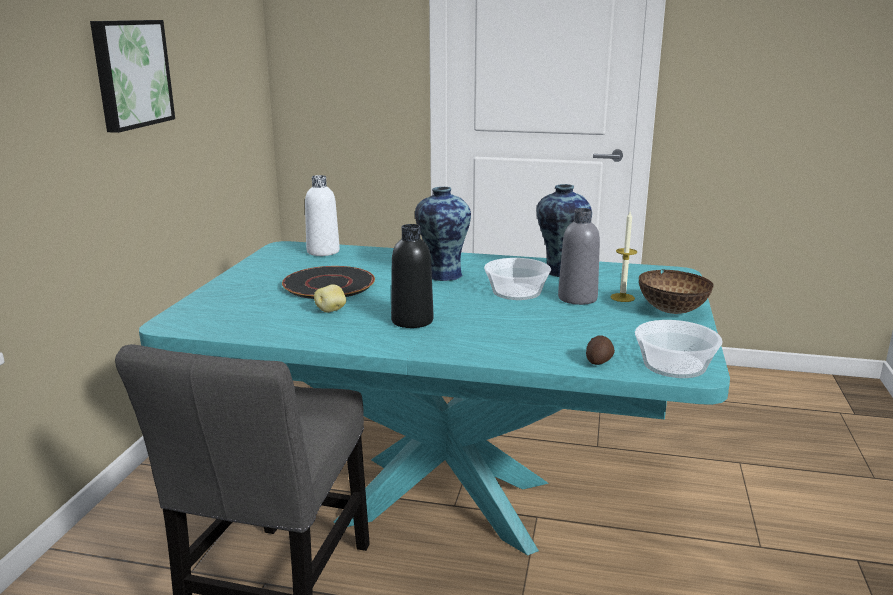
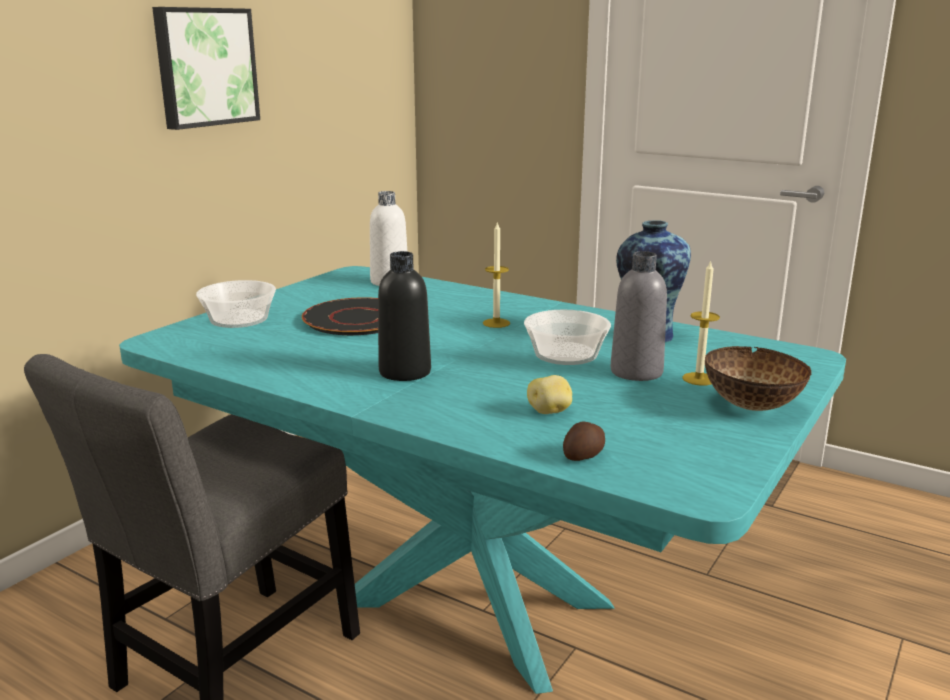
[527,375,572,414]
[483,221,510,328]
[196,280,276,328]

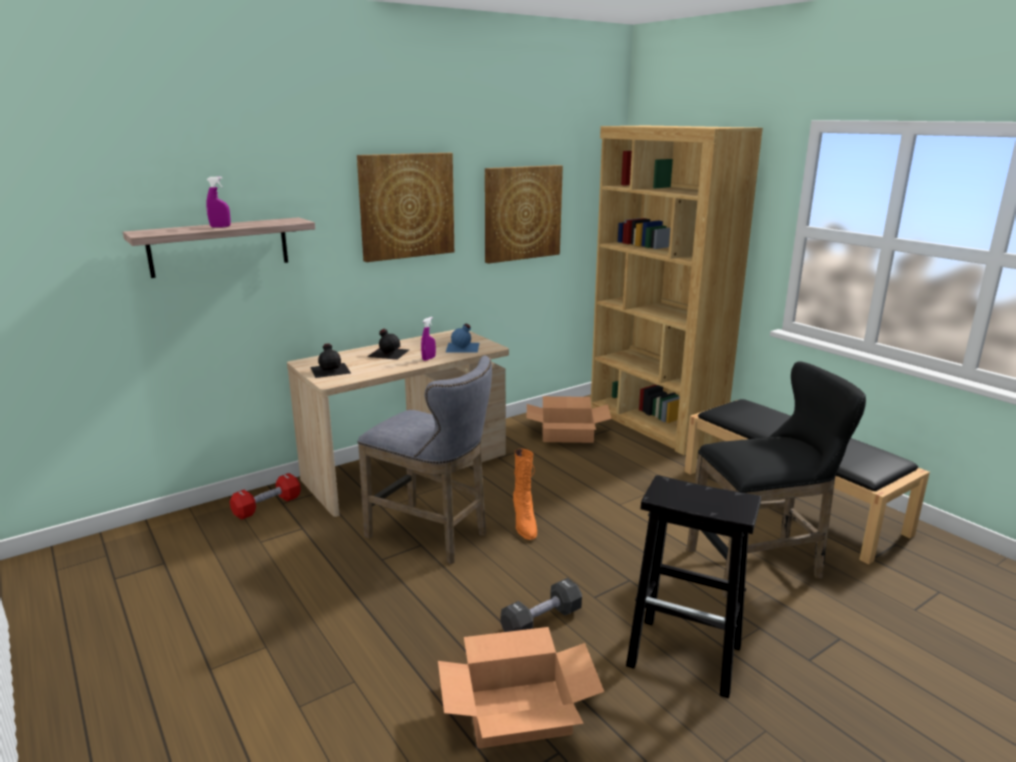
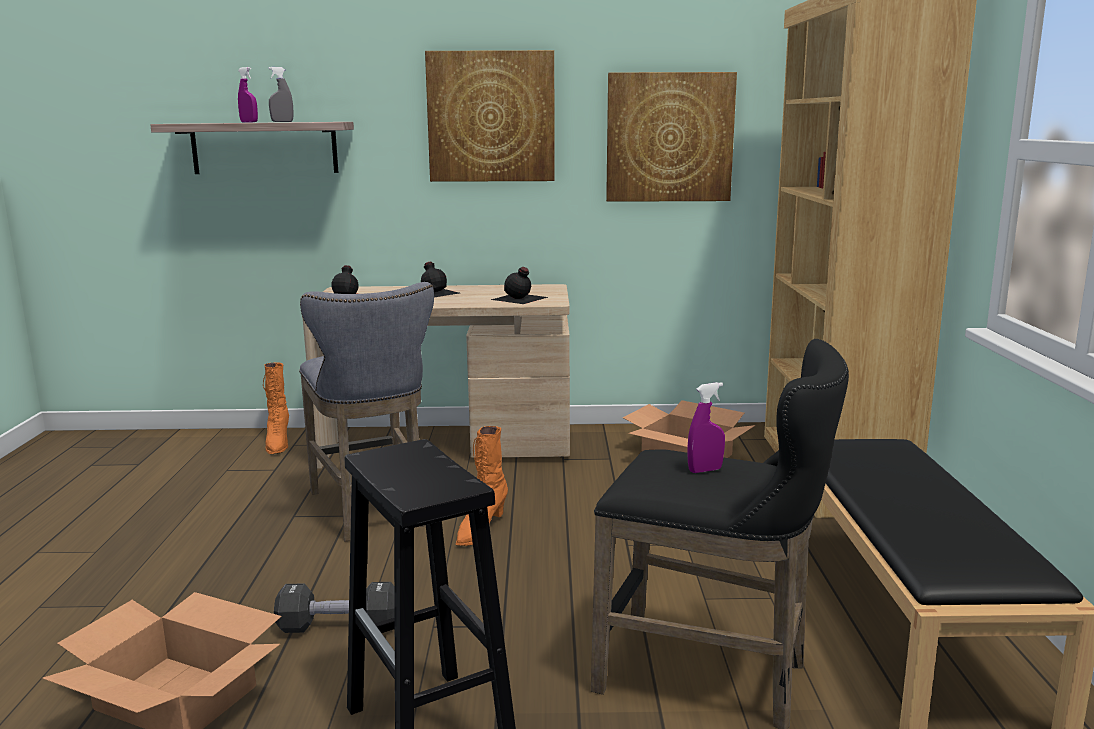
[263,363,289,454]
[688,382,725,473]
[491,267,548,304]
[269,67,294,122]

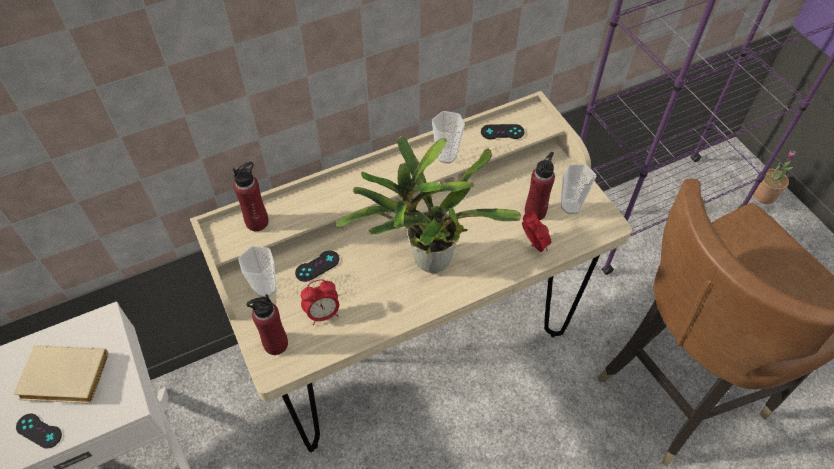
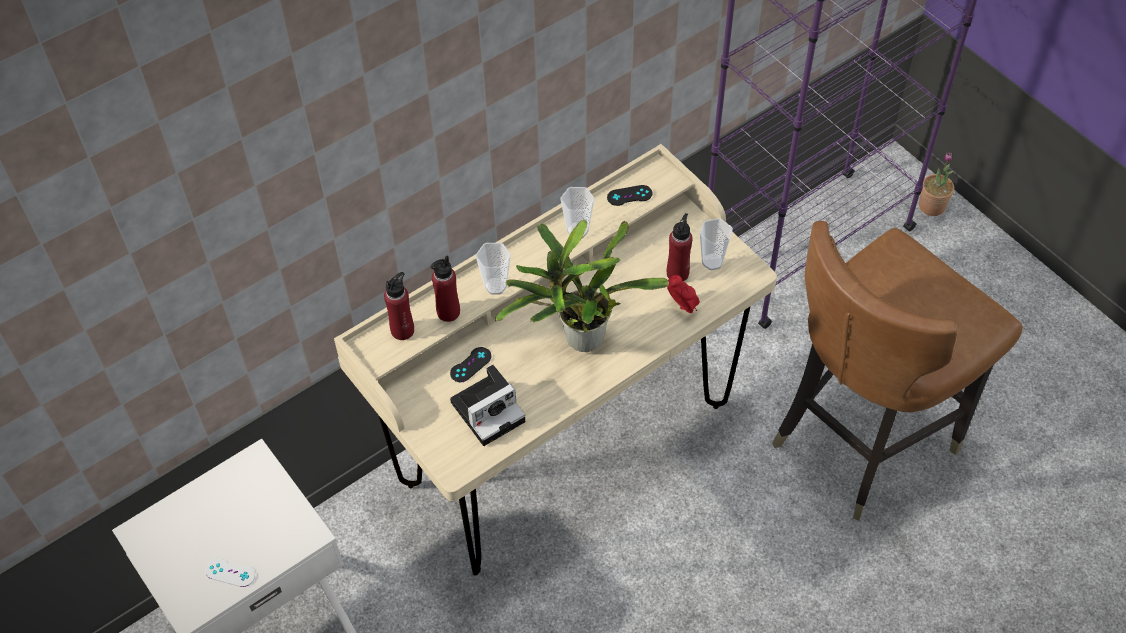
[13,345,109,404] (first image)
[205,559,255,587]
[476,243,511,295]
[430,256,460,322]
[450,365,525,446]

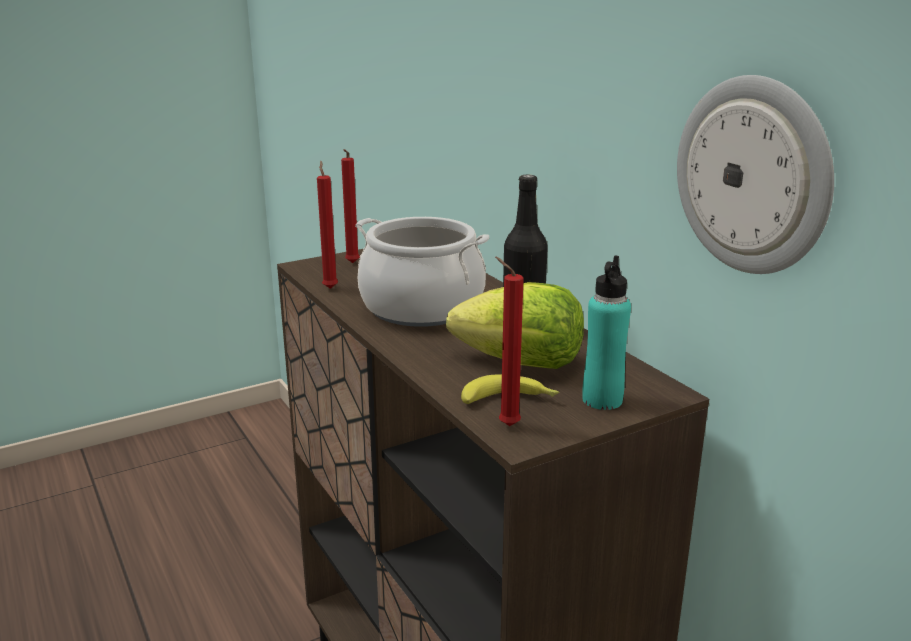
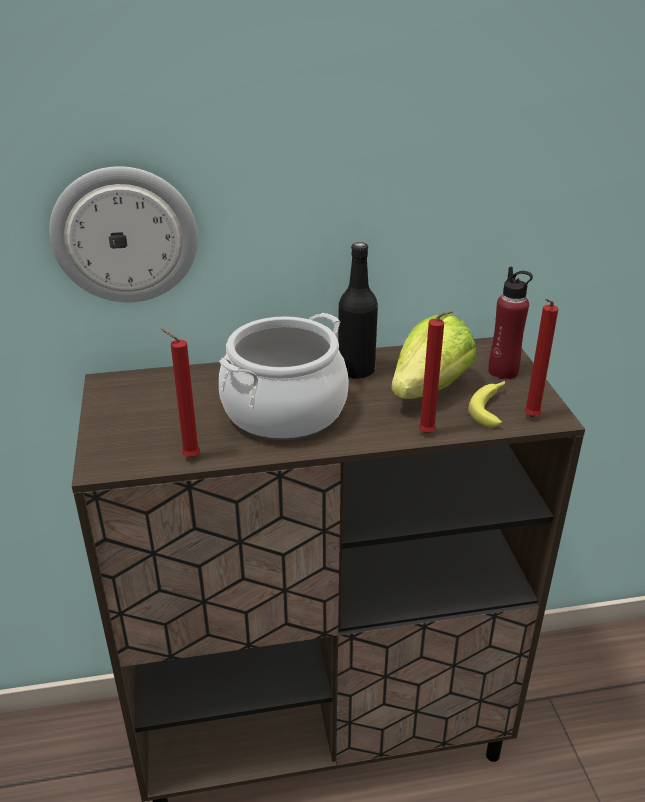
[419,311,453,433]
[488,266,533,379]
[49,166,198,302]

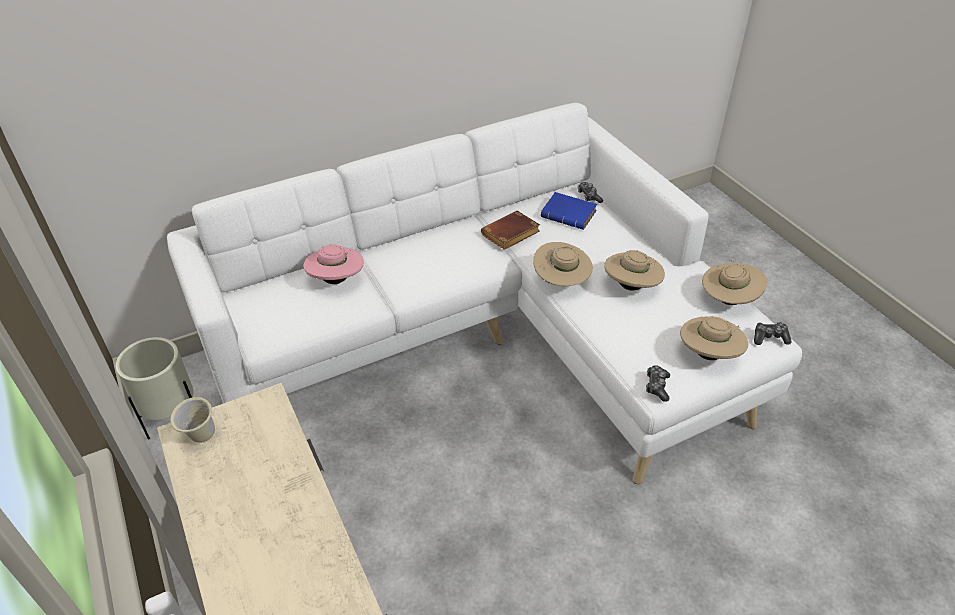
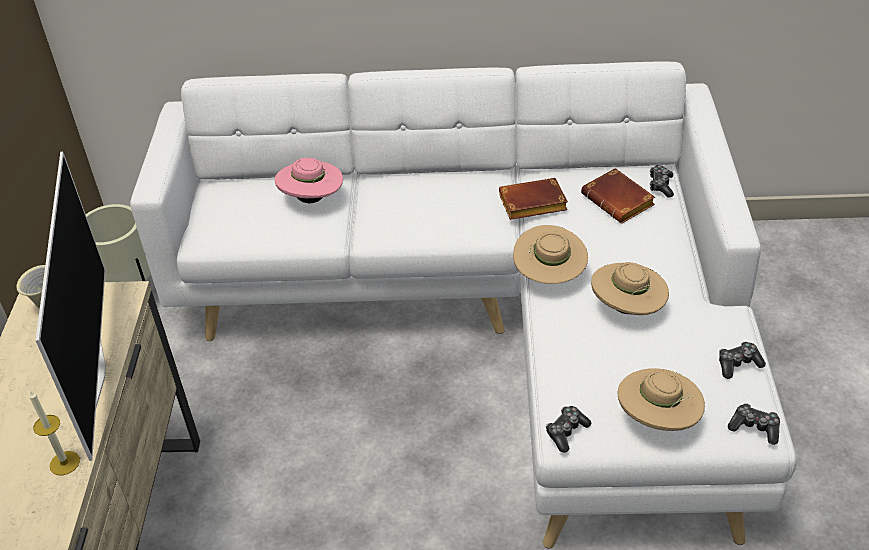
[581,168,655,224]
[719,341,766,379]
[29,391,80,475]
[35,151,106,461]

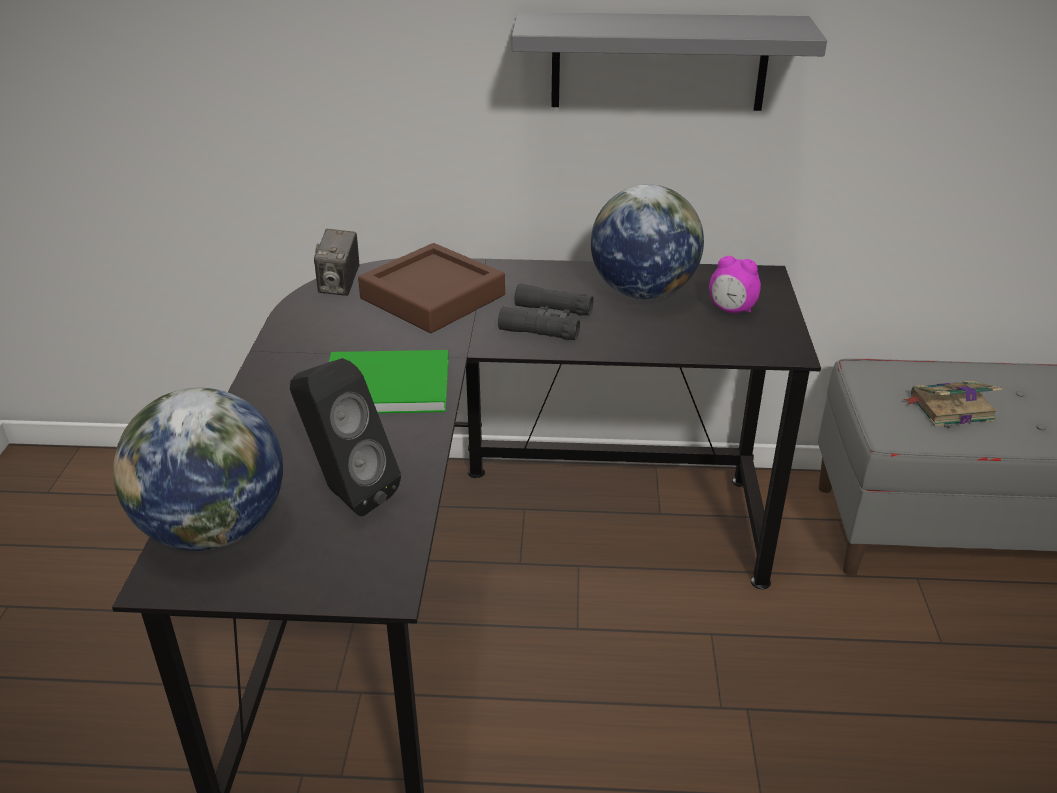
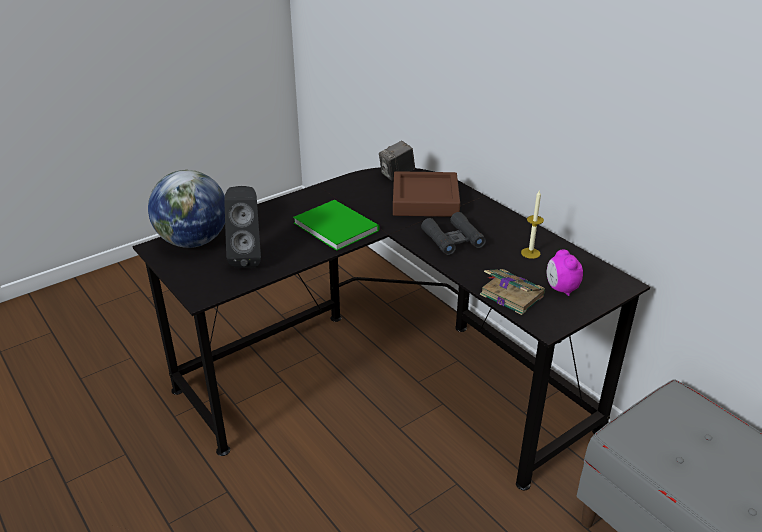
[512,12,827,111] (first image)
[521,189,544,259]
[480,269,545,315]

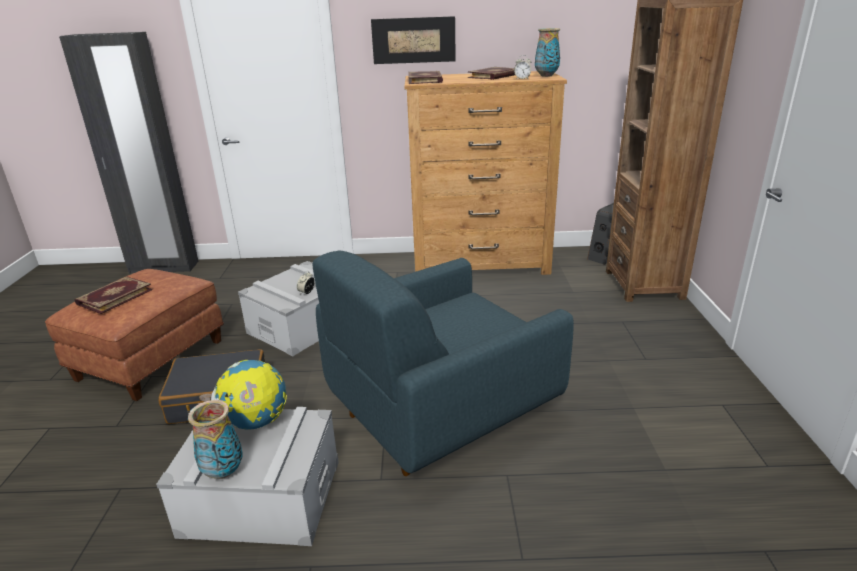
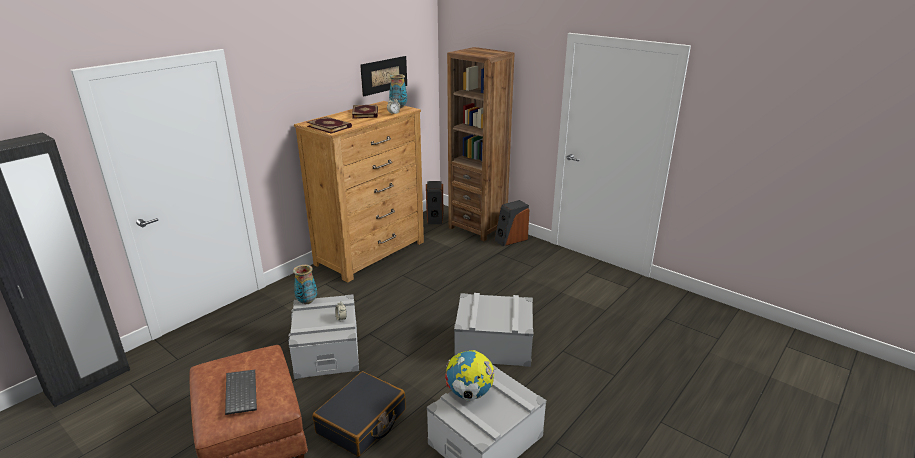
[225,370,257,415]
[293,265,317,304]
[454,293,533,367]
[360,56,407,96]
[494,200,529,246]

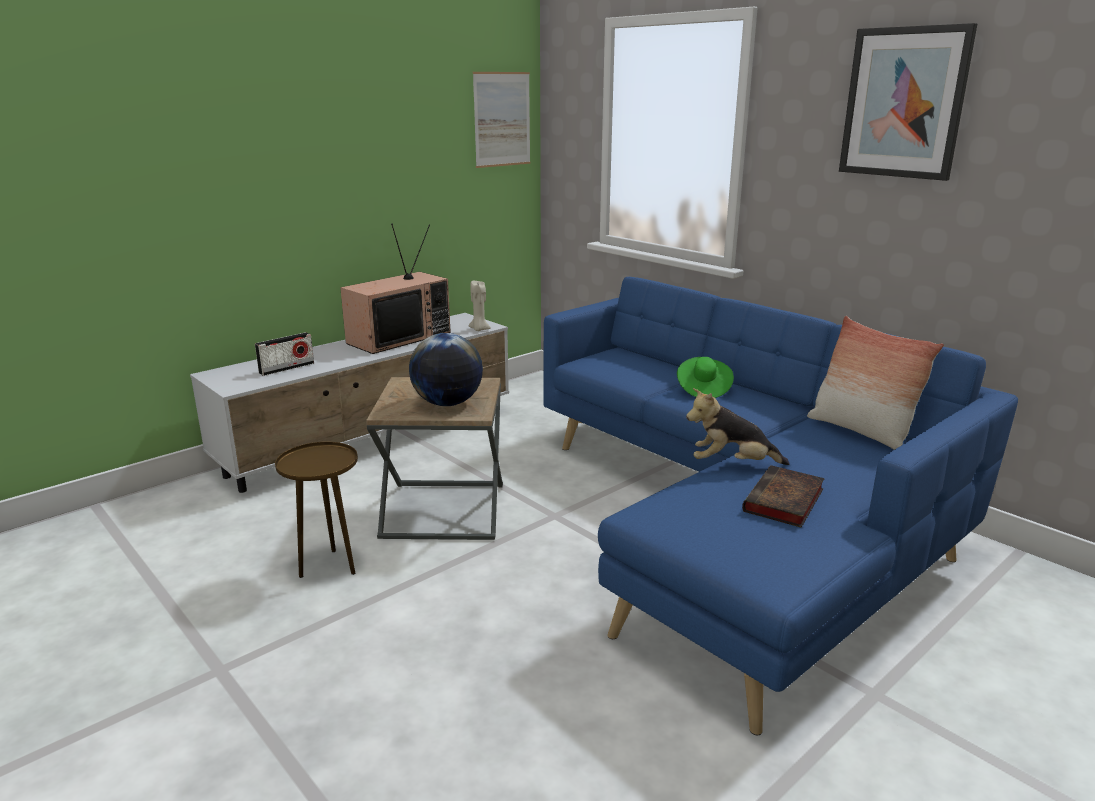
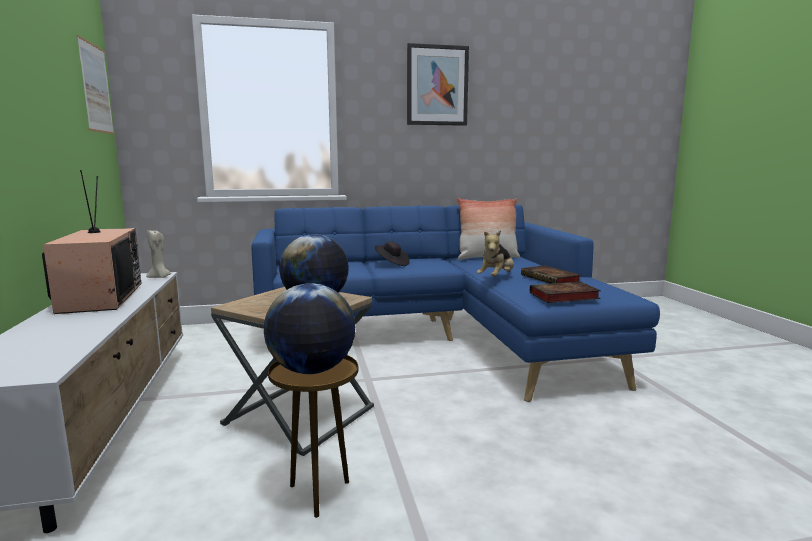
[255,332,314,376] (first image)
[375,241,410,266]
[264,283,355,374]
[530,282,601,303]

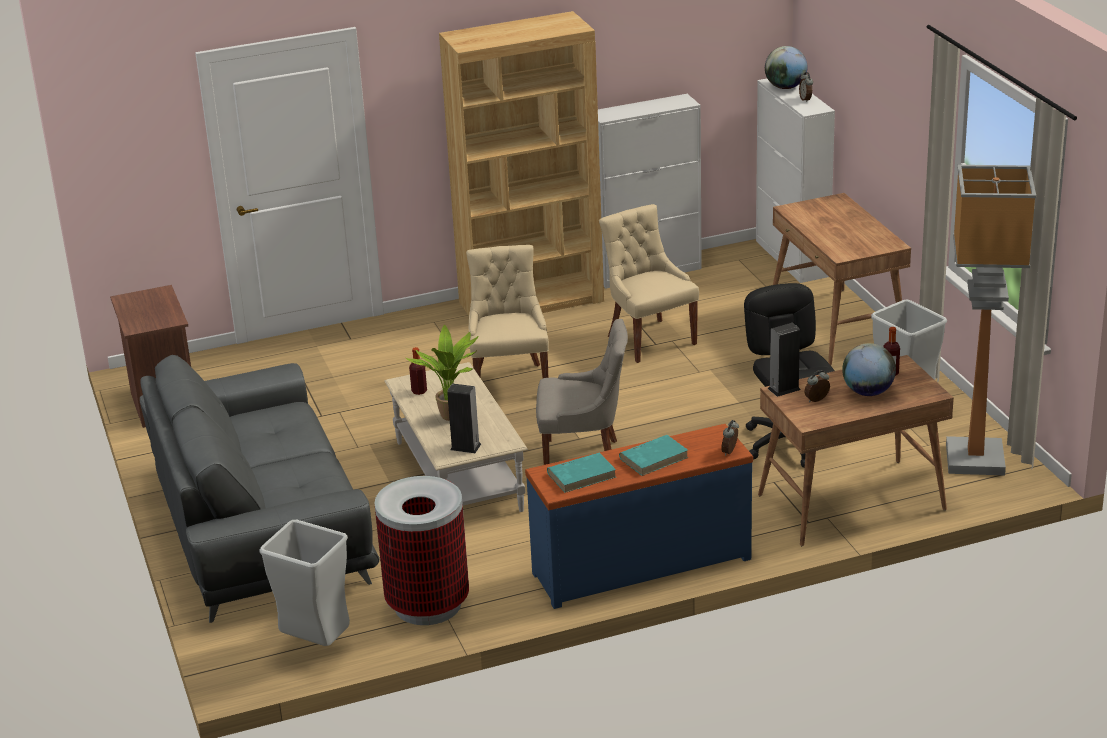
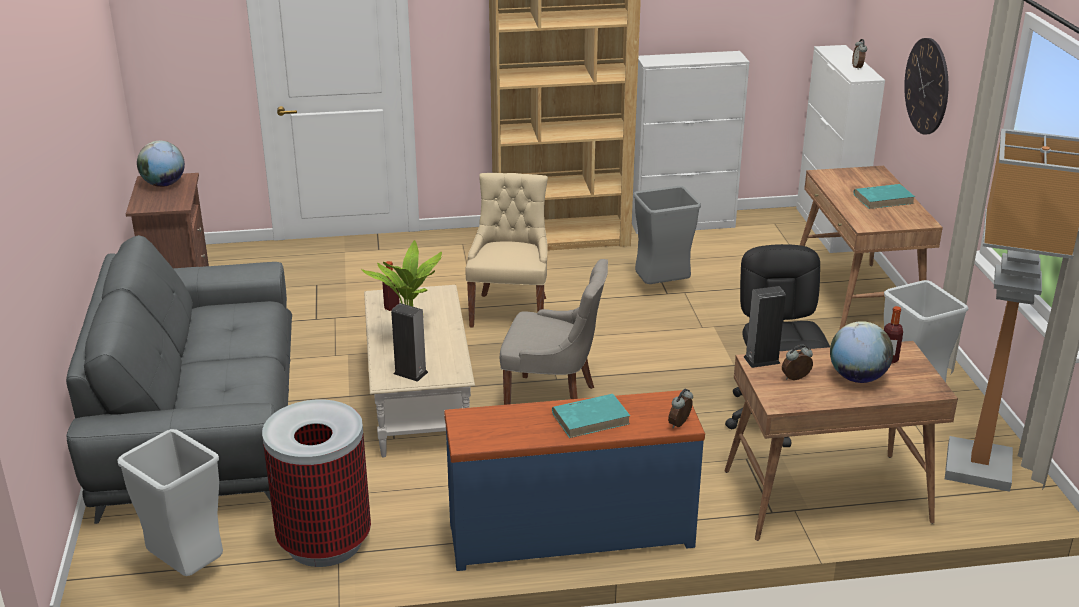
[854,184,915,209]
[633,186,701,284]
[137,141,185,187]
[904,38,948,134]

